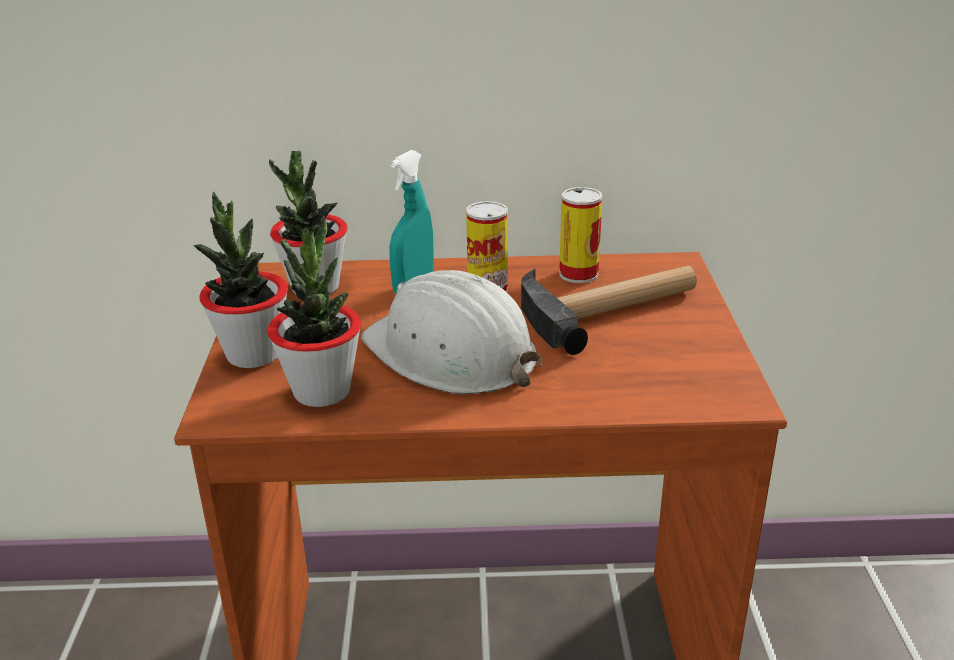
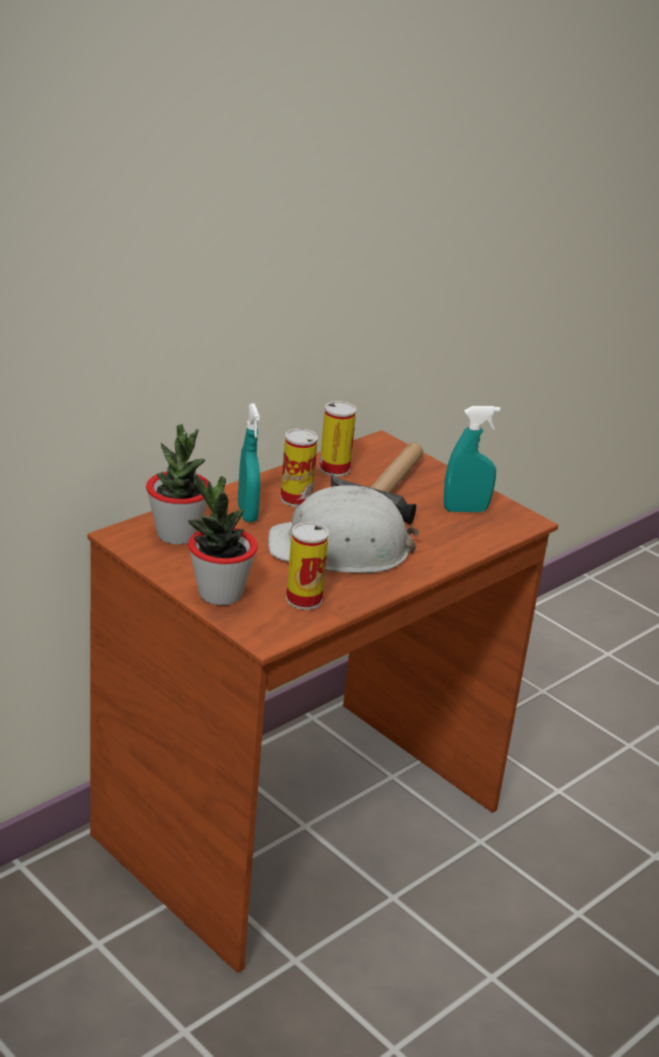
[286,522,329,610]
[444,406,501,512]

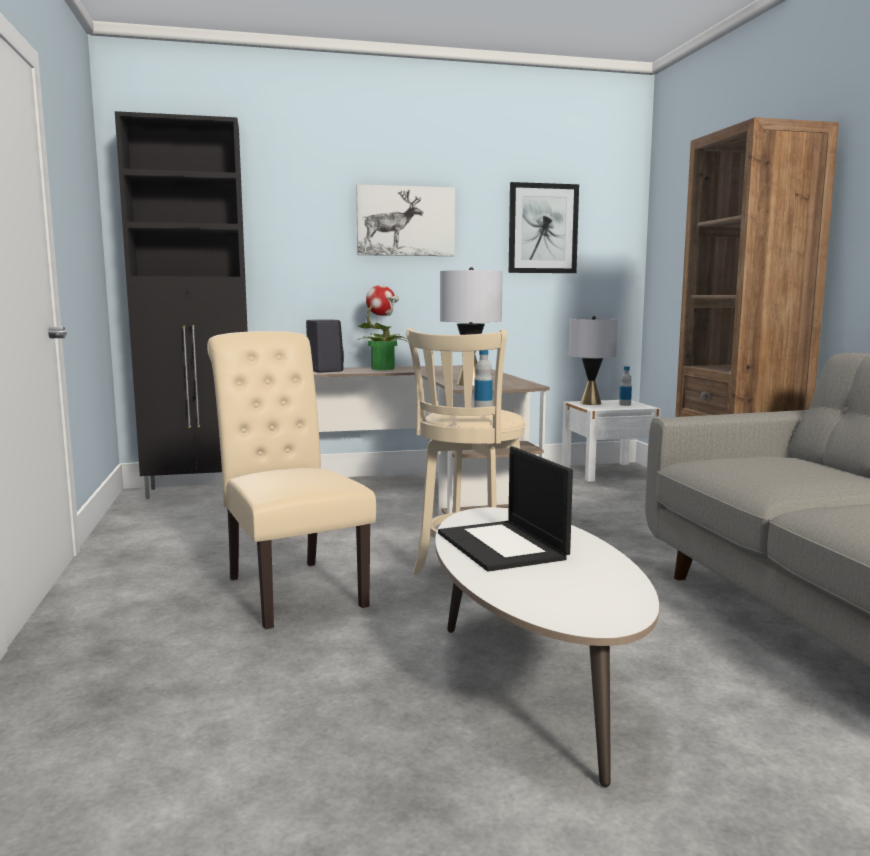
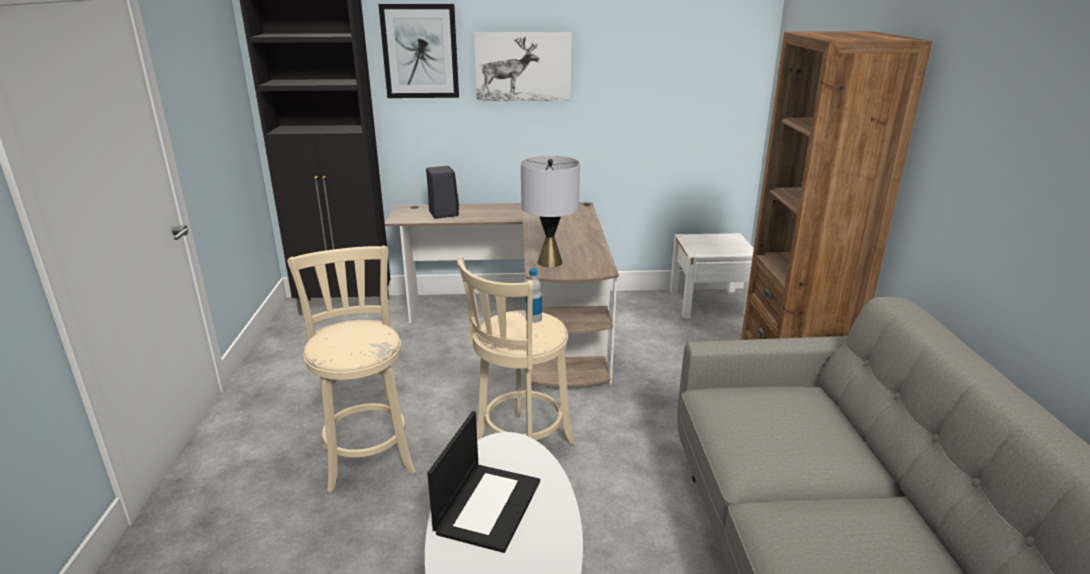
[287,246,415,493]
[358,285,408,370] (first image)
[427,411,540,553]
[378,4,459,98]
[569,316,618,405] (first image)
[619,366,632,406] (first image)

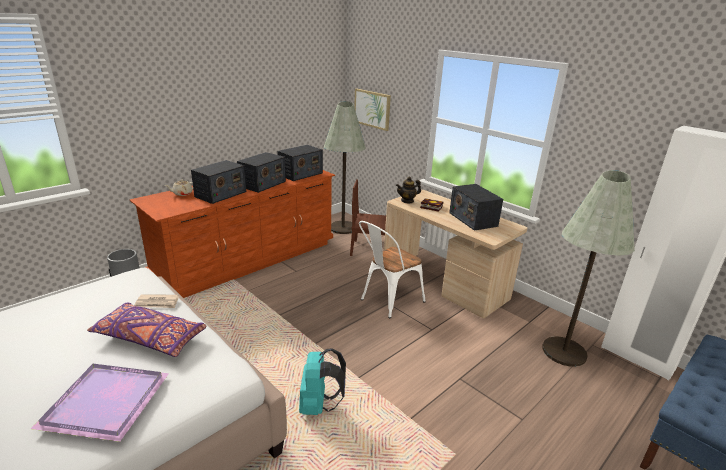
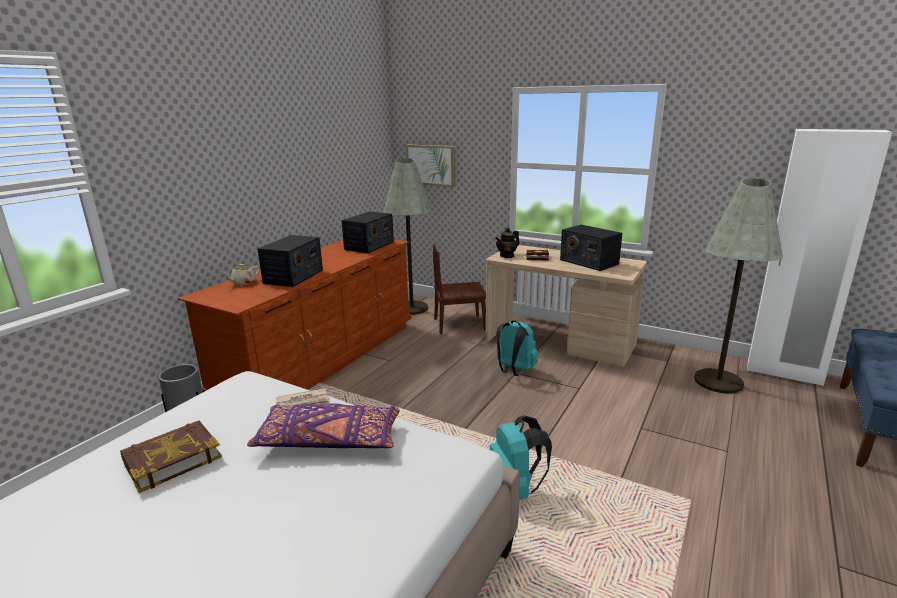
[31,364,169,442] (first image)
[237,152,286,193] (first image)
[496,320,538,376]
[120,421,222,493]

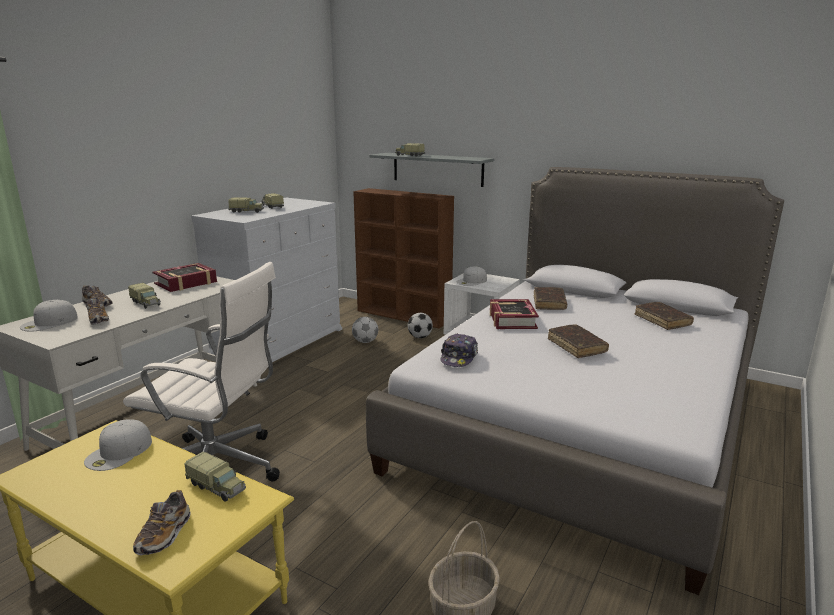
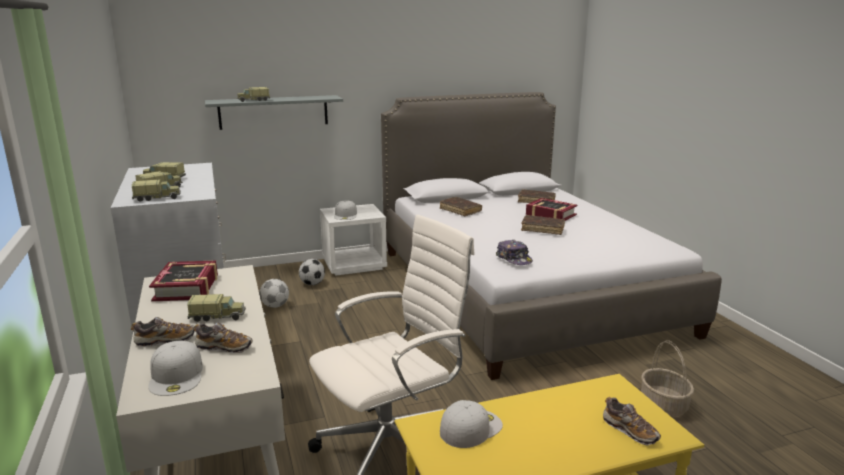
[440,400,503,448]
[132,180,181,202]
[353,188,454,328] (first image)
[526,198,578,221]

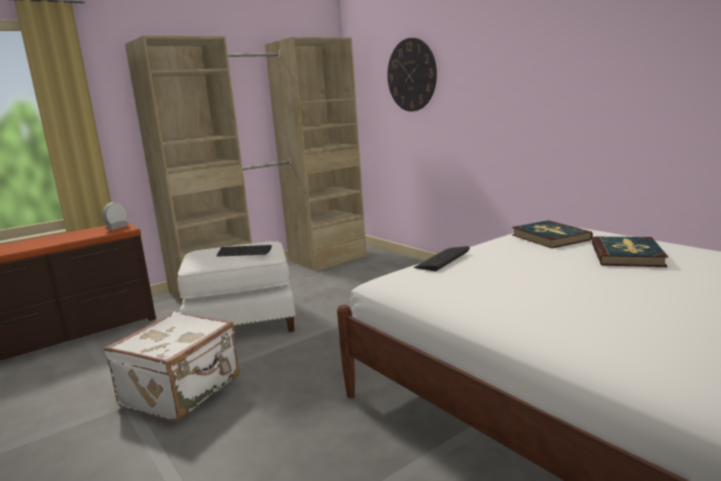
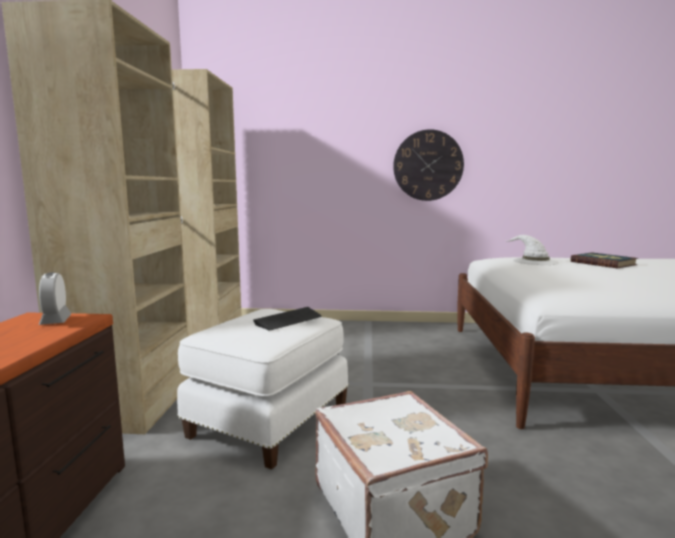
[393,129,464,201]
[414,246,470,271] (first image)
[504,235,559,265]

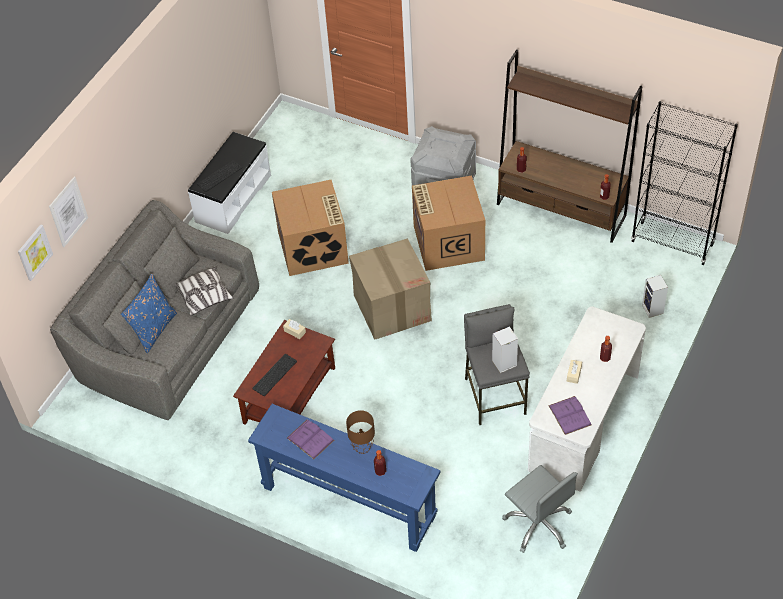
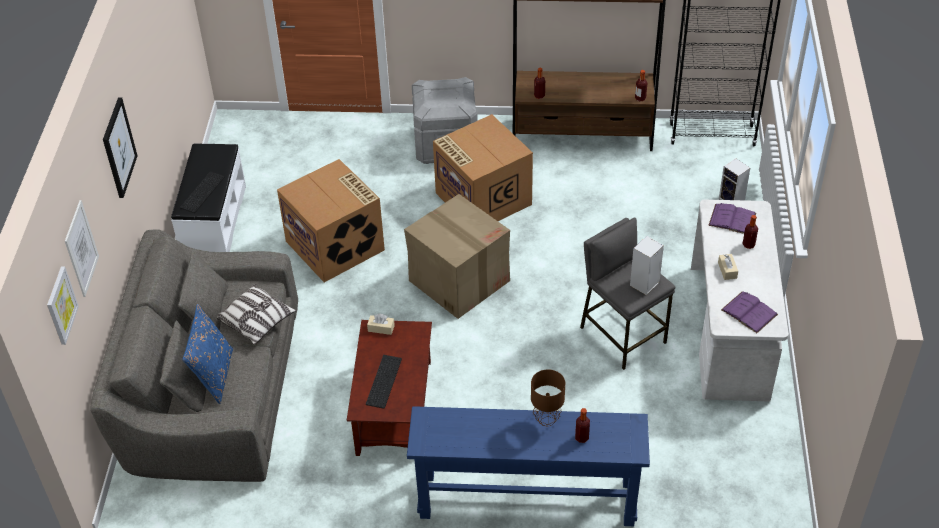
[708,203,756,234]
[502,465,578,553] (first image)
[103,97,138,198]

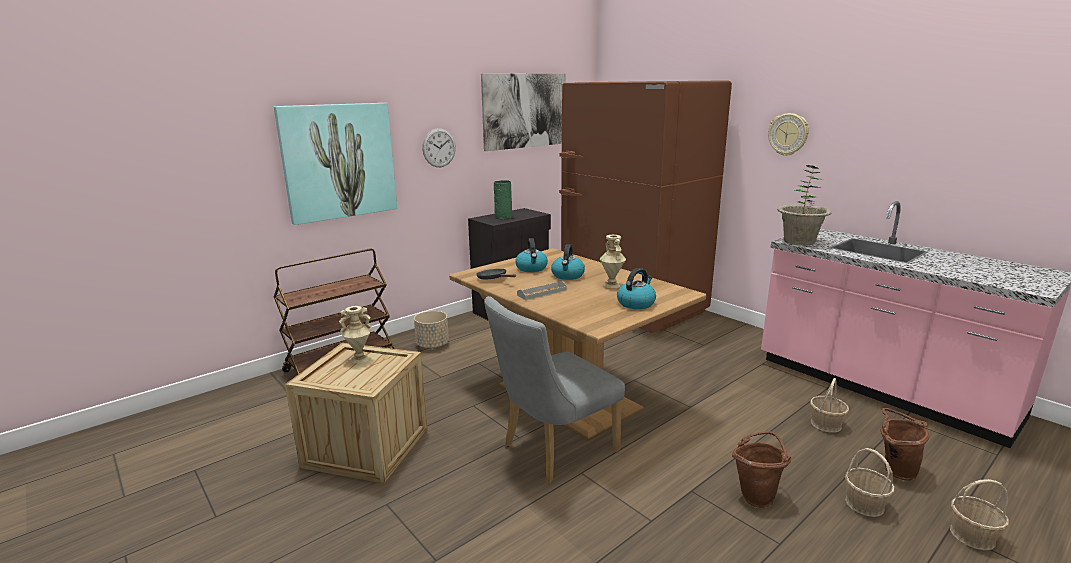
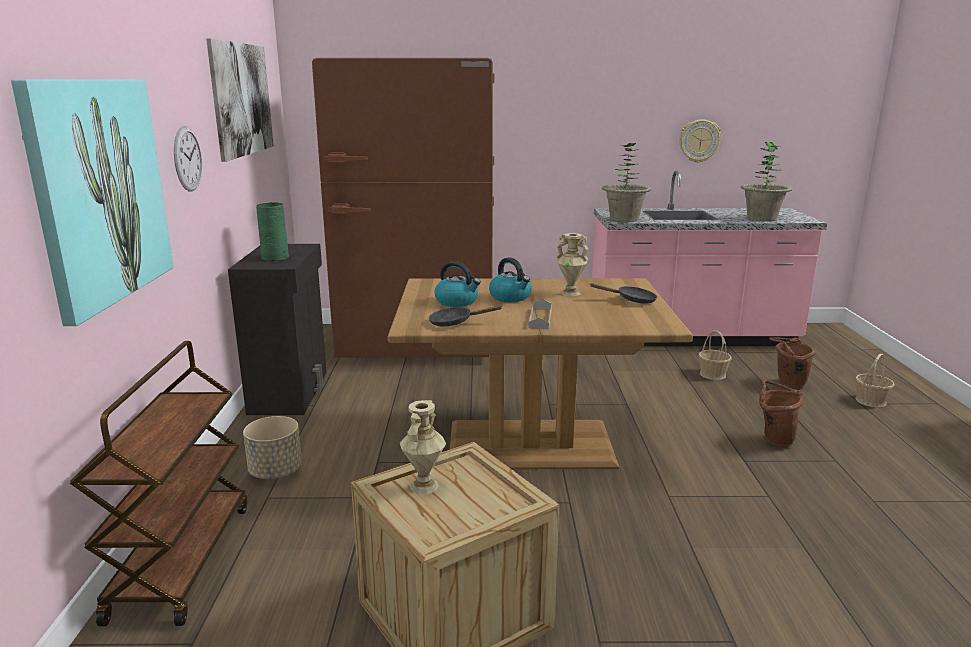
[484,296,625,483] (first image)
[590,283,657,304]
[679,119,721,163]
[845,448,895,517] (first image)
[740,142,792,222]

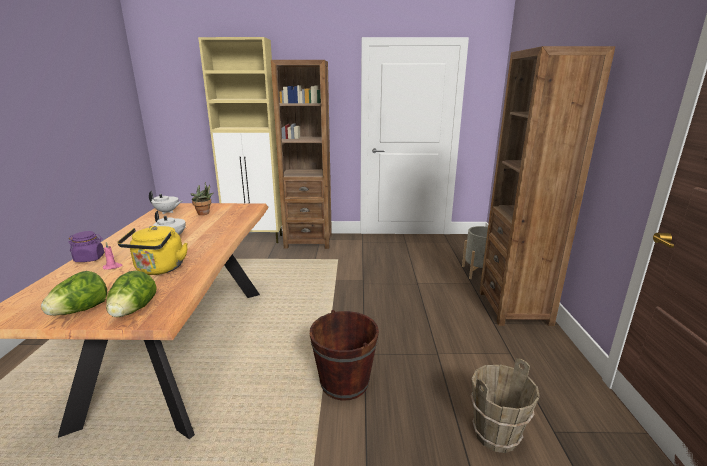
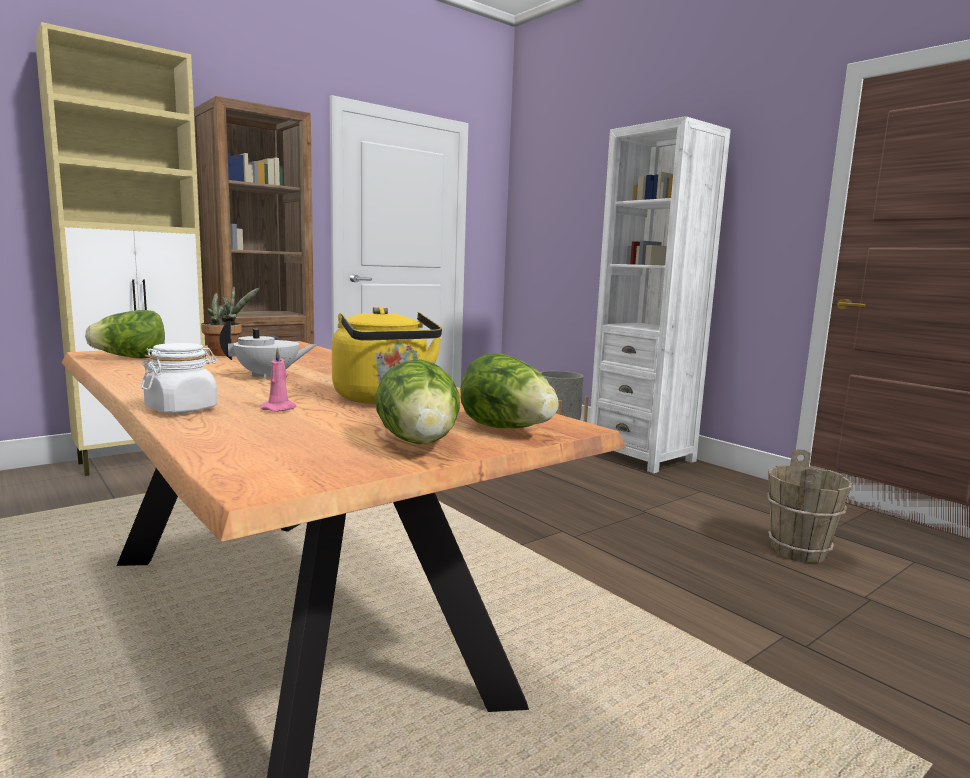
[141,343,217,413]
[85,310,165,358]
[310,310,379,401] (first image)
[590,116,731,473]

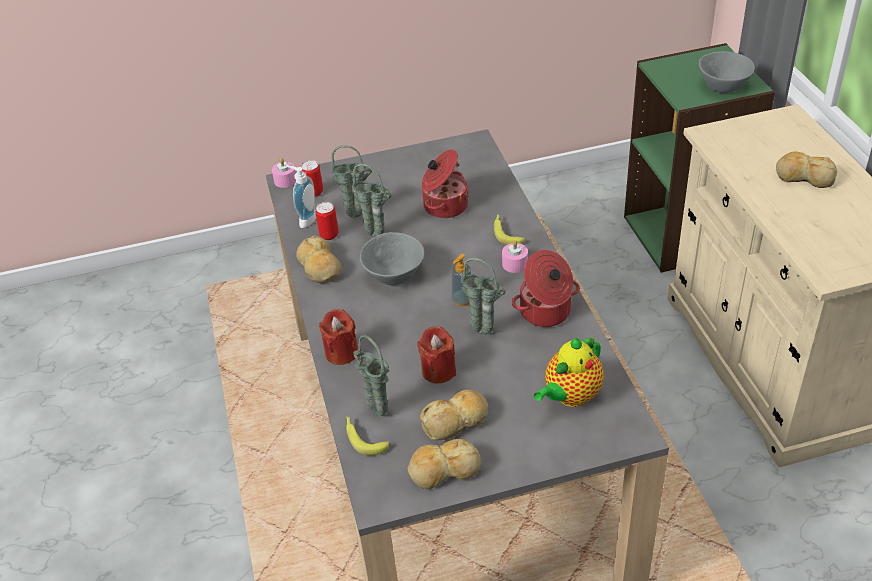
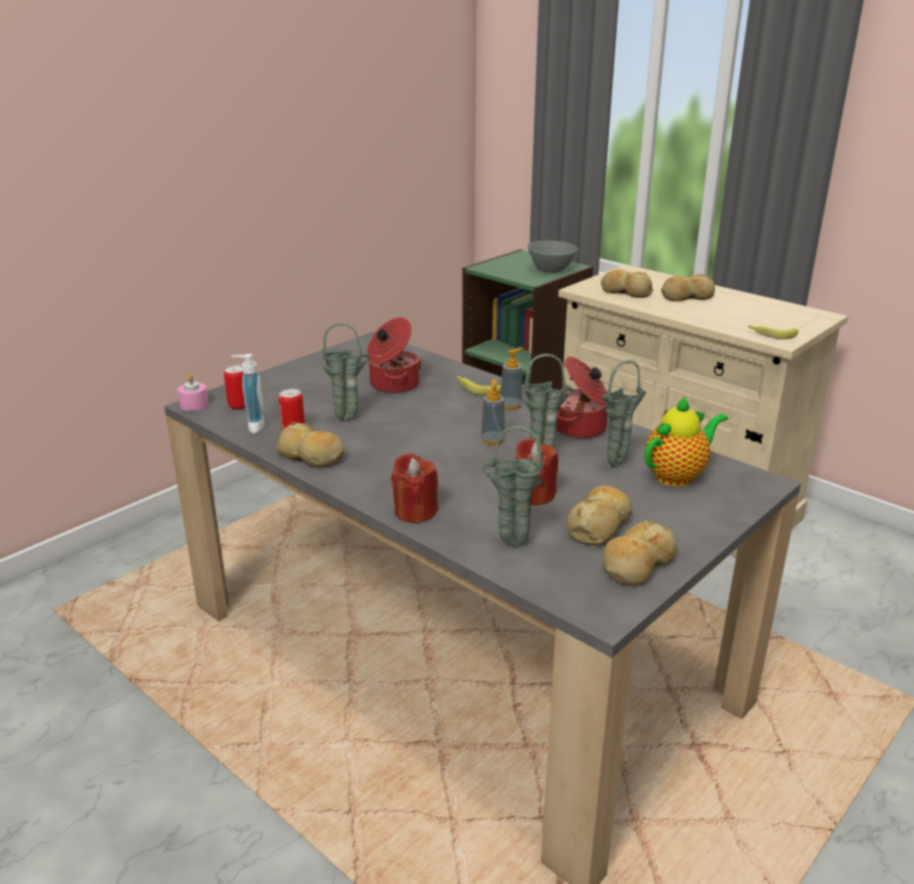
[603,360,646,467]
[748,325,798,339]
[360,232,424,285] (first image)
[500,348,523,410]
[645,396,728,487]
[601,269,653,298]

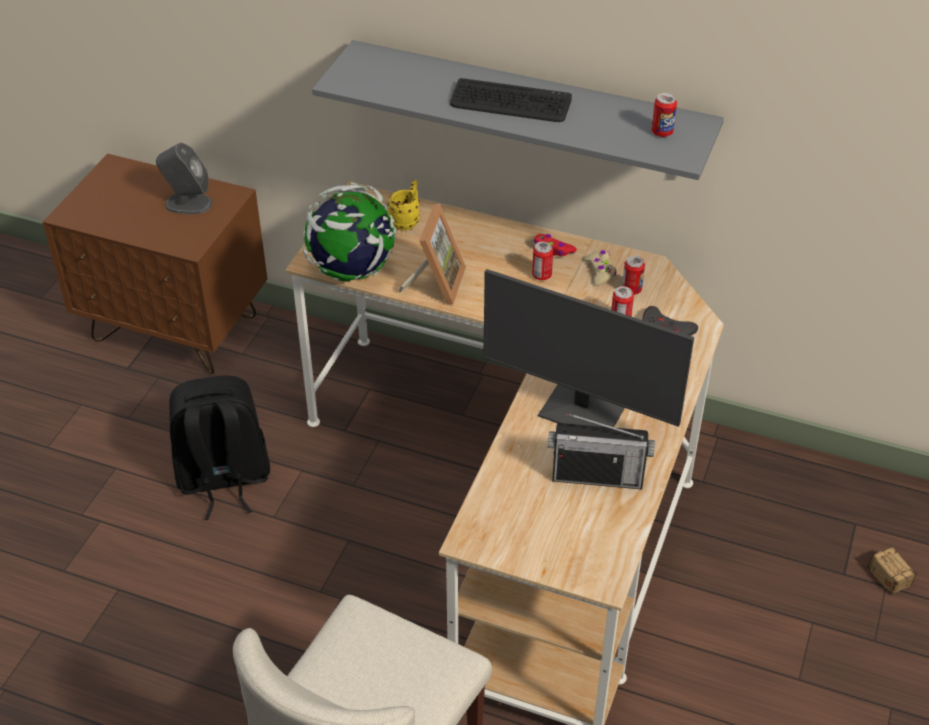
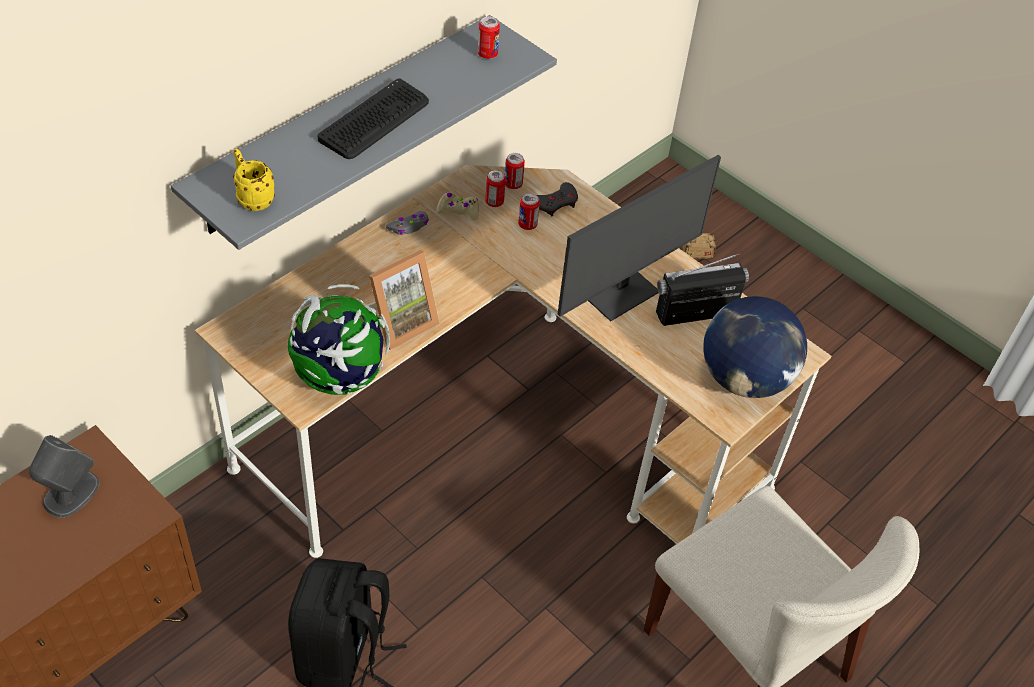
[233,149,275,211]
[365,250,440,350]
[505,153,525,189]
[386,211,429,235]
[656,253,749,326]
[703,296,807,398]

